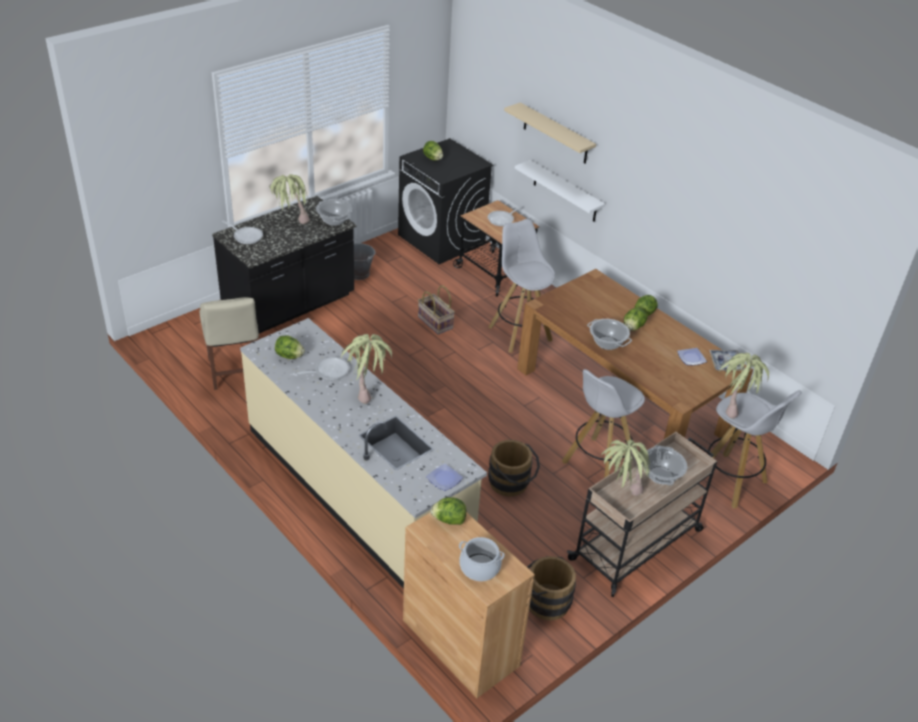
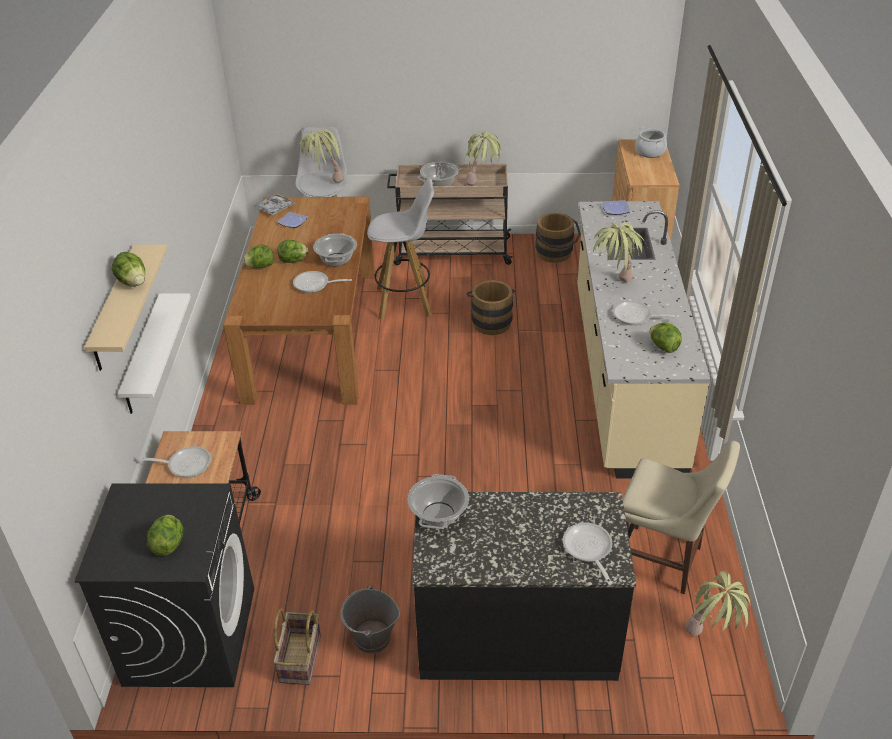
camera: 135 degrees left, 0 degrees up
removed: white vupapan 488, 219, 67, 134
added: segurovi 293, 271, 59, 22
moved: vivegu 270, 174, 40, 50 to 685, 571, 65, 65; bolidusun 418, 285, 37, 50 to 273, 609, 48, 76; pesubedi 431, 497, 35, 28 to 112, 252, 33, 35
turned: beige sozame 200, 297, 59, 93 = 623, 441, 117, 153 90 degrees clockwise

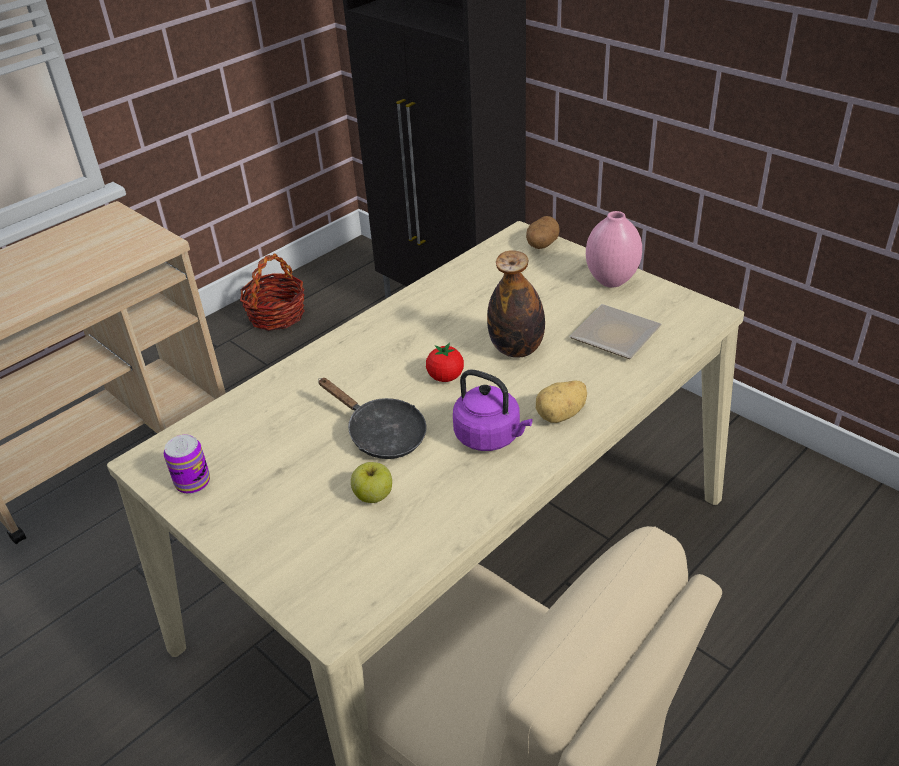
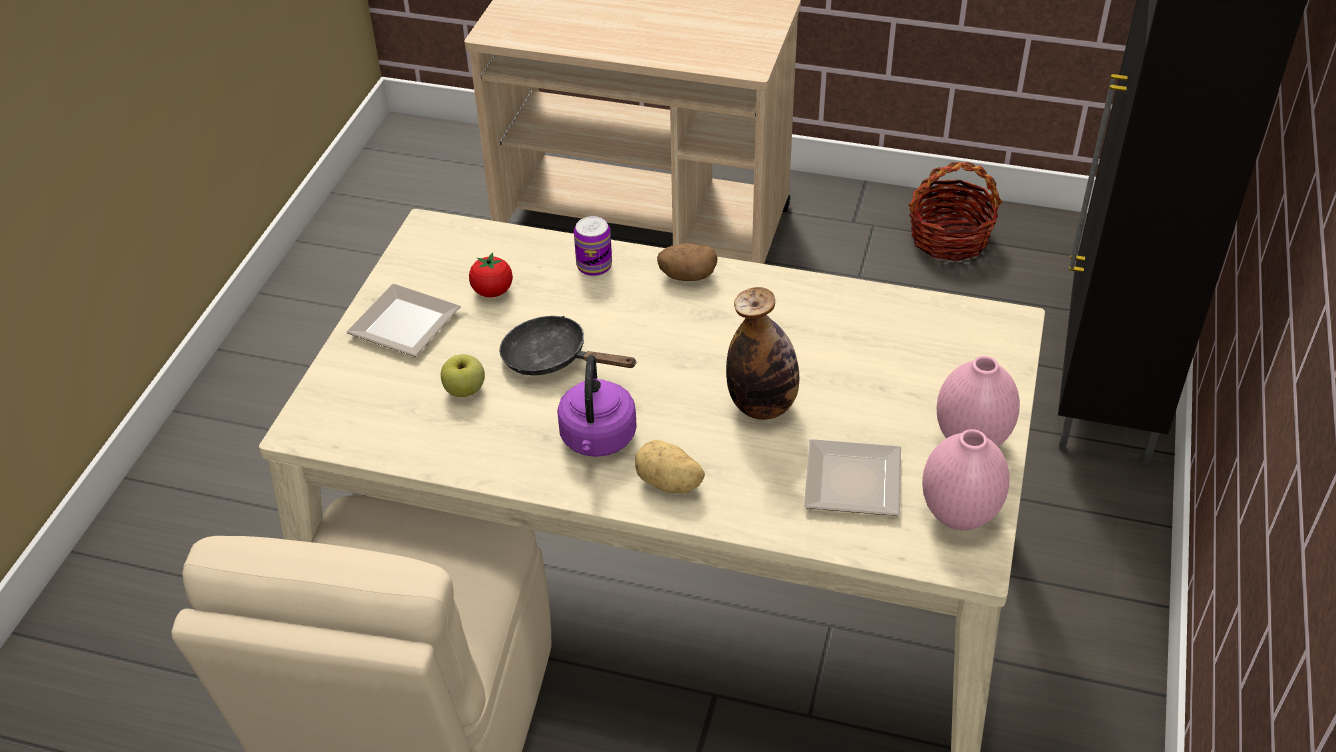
camera: 60 degrees right, 5 degrees up
added: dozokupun 346, 284, 115, 73; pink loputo 922, 429, 88, 101
moved: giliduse 164, 435, 46, 59 to 574, 216, 38, 60; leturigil 426, 343, 38, 39 to 469, 252, 44, 46; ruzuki 526, 216, 33, 33 to 657, 243, 60, 38
turned: black segurovi 318, 378, 109, 81 = 499, 316, 138, 59 105 degrees clockwise

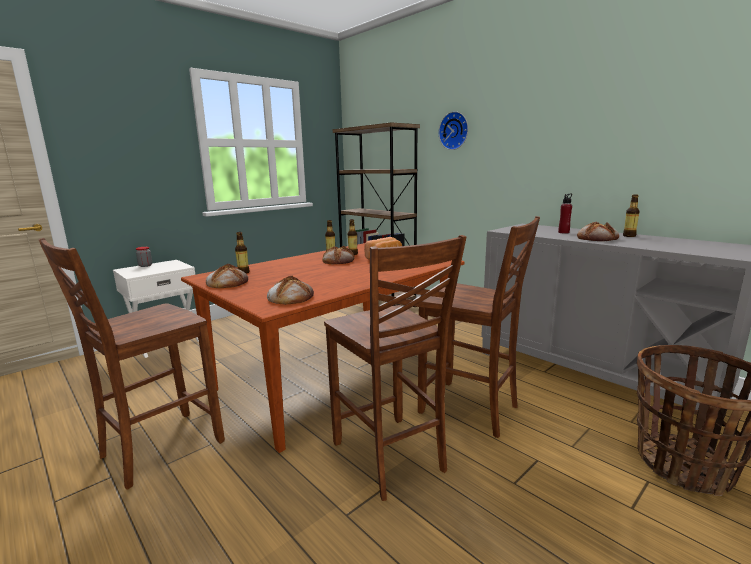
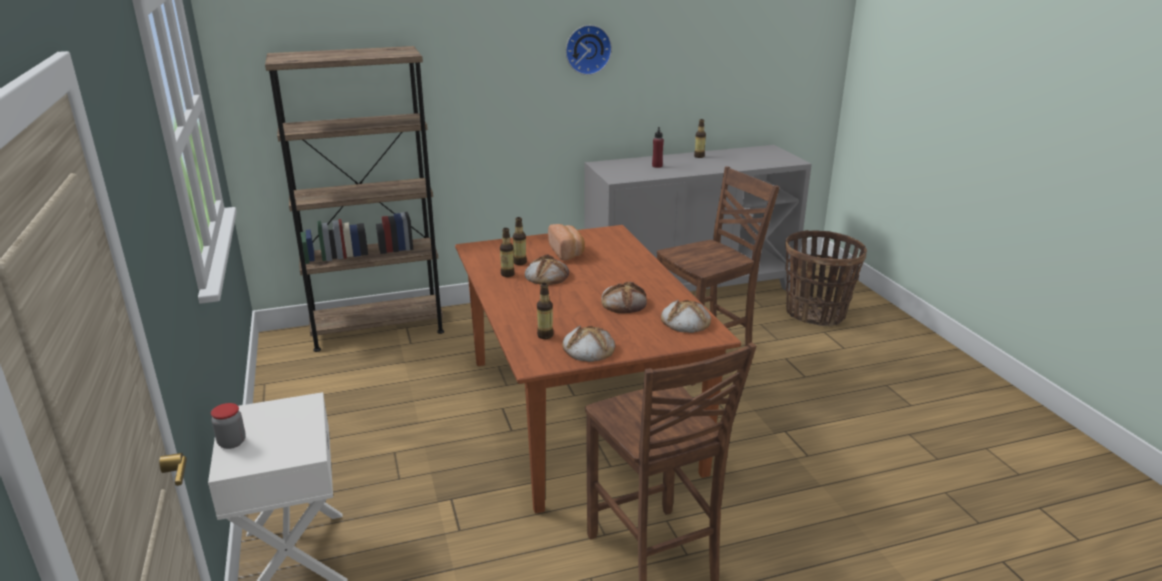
camera: 65 degrees left, 10 degrees up
removed: brown sozame 324, 235, 142, 266
moved: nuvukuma 439, 111, 29, 39 to 566, 25, 46, 50; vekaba 577, 222, 42, 19 to 601, 282, 46, 31

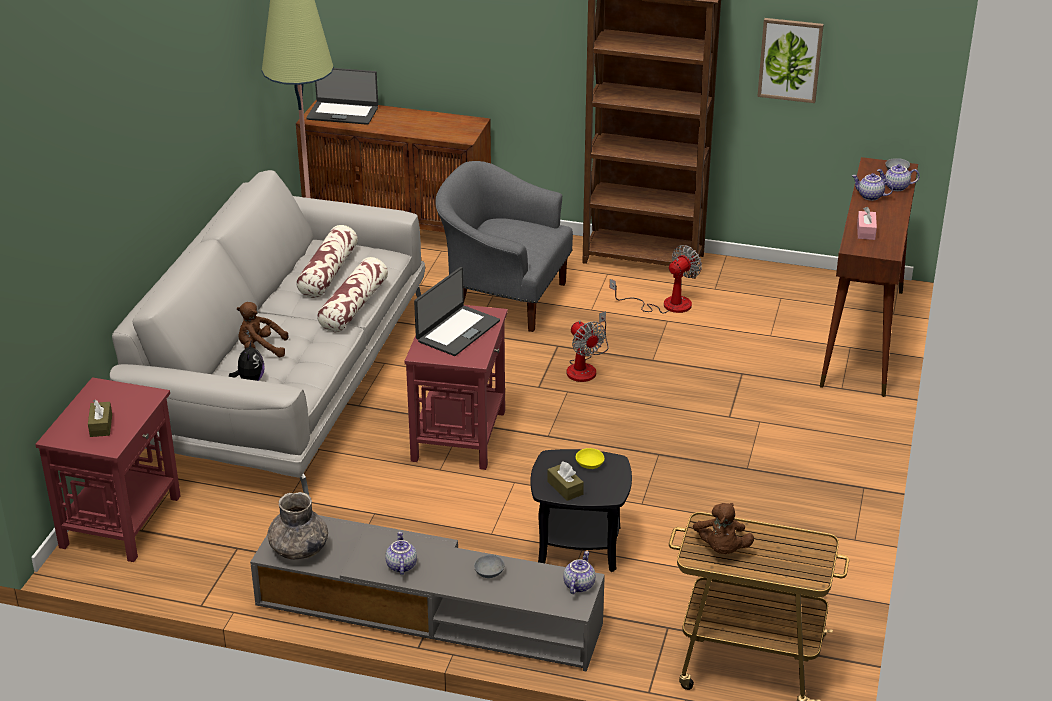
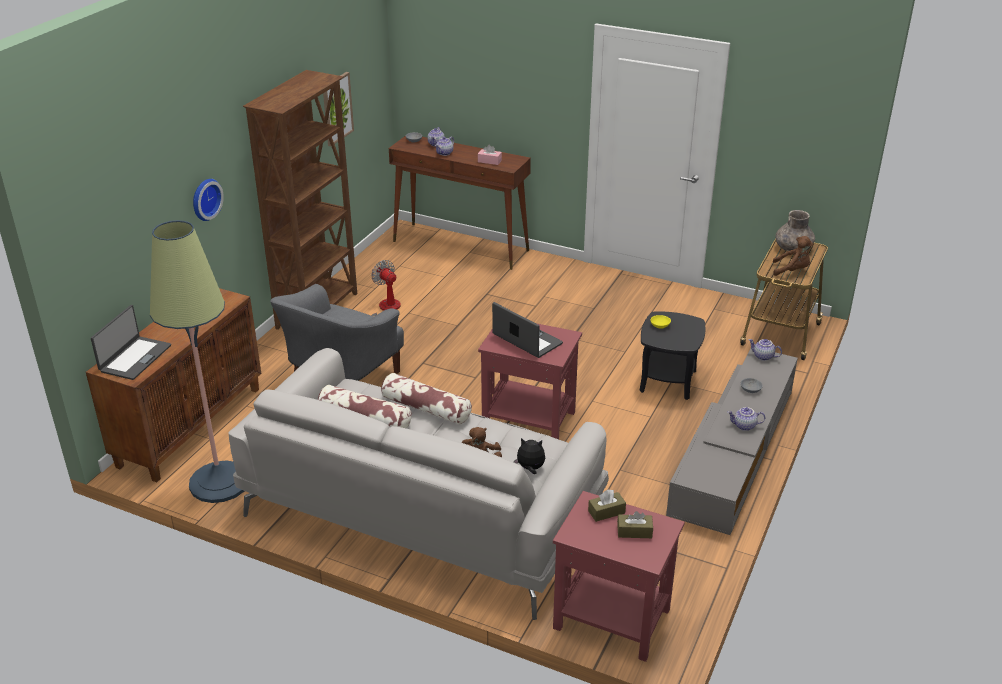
camera: 80 degrees left, 0 degrees up
removed: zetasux 567, 311, 42, 71
added: nuvukuma 193, 179, 31, 42
moved: grey loputo 267, 492, 61, 68 to 776, 210, 39, 41; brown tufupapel 547, 461, 37, 40 to 588, 489, 38, 33

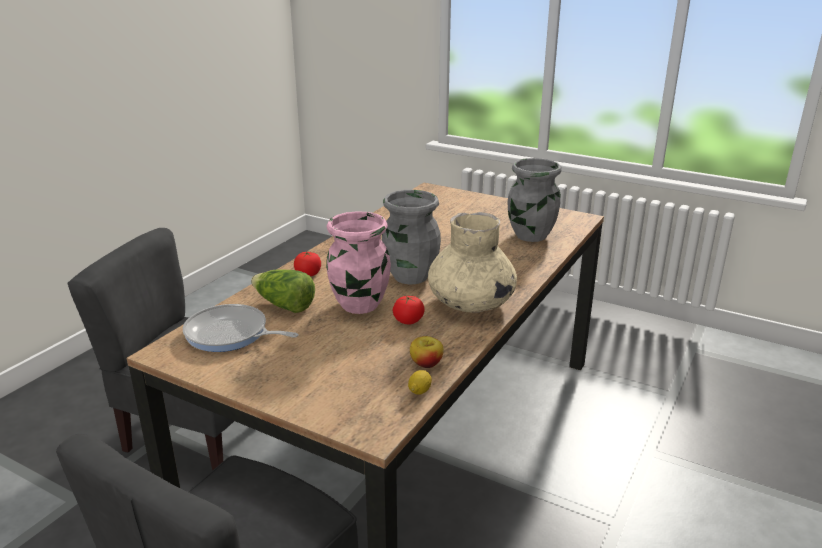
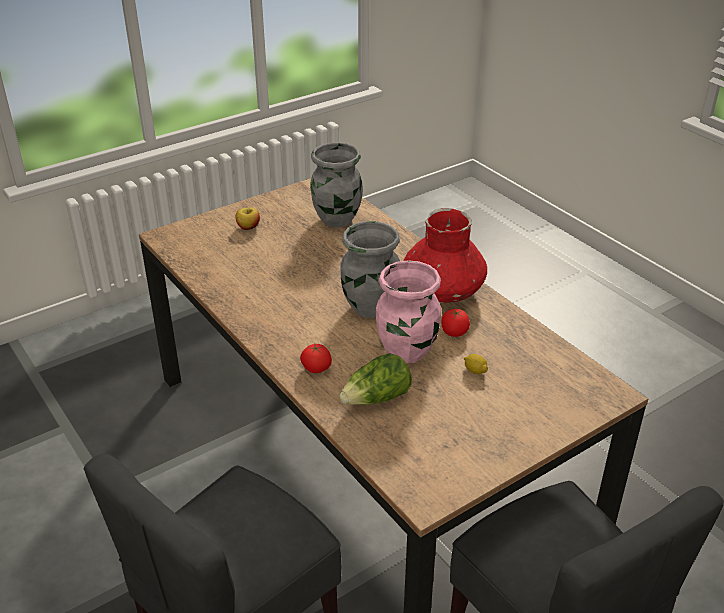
camera: 65 degrees left, 10 degrees up
removed: segurovi 183, 304, 116, 48
moved: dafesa 408, 370, 24, 25 to 464, 354, 24, 20; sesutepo 410, 336, 34, 32 to 236, 207, 24, 23
recoloured: beige loputo 428, 212, 89, 101 to red loputo 404, 208, 83, 95

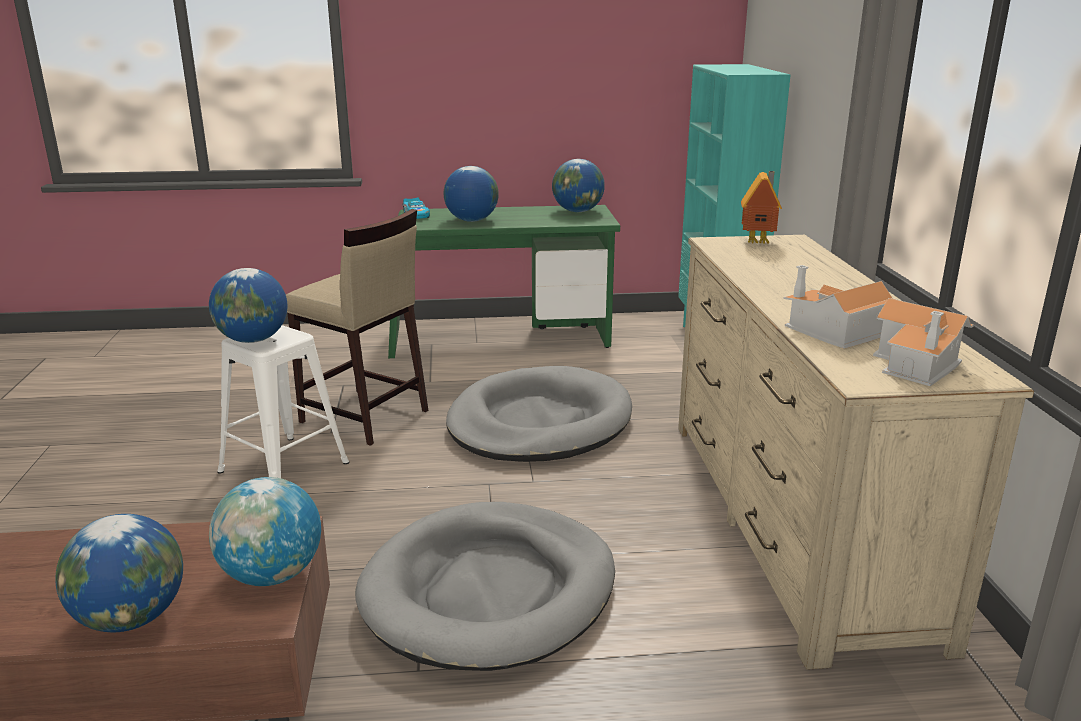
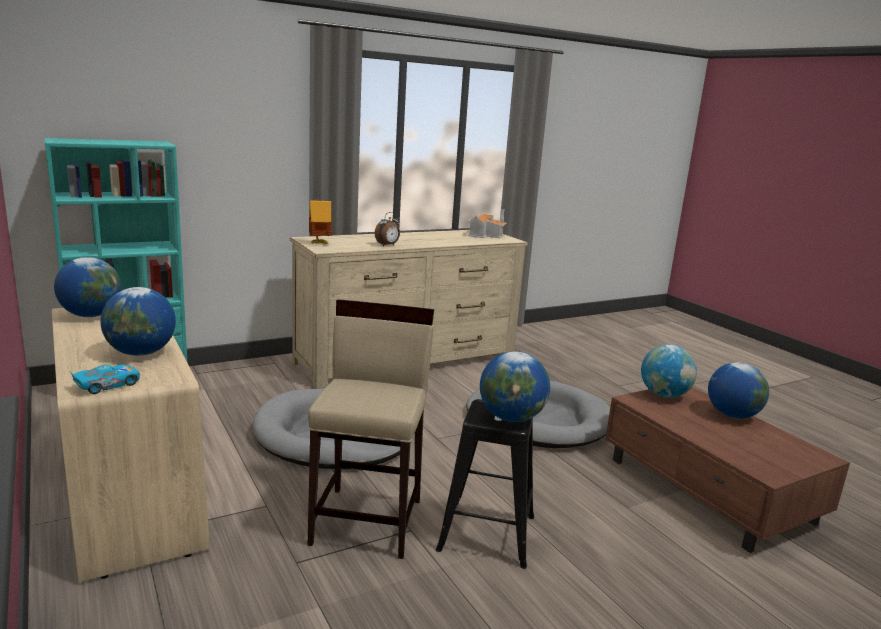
camera: 115 degrees left, 5 degrees down
removed: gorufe 783, 265, 113, 84
added: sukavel 375, 212, 25, 34
recoloured: white vupapan 217, 325, 133, 153 to black vupapan 436, 399, 98, 170; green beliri 388, 205, 232, 153 to beige beliri 52, 308, 158, 275

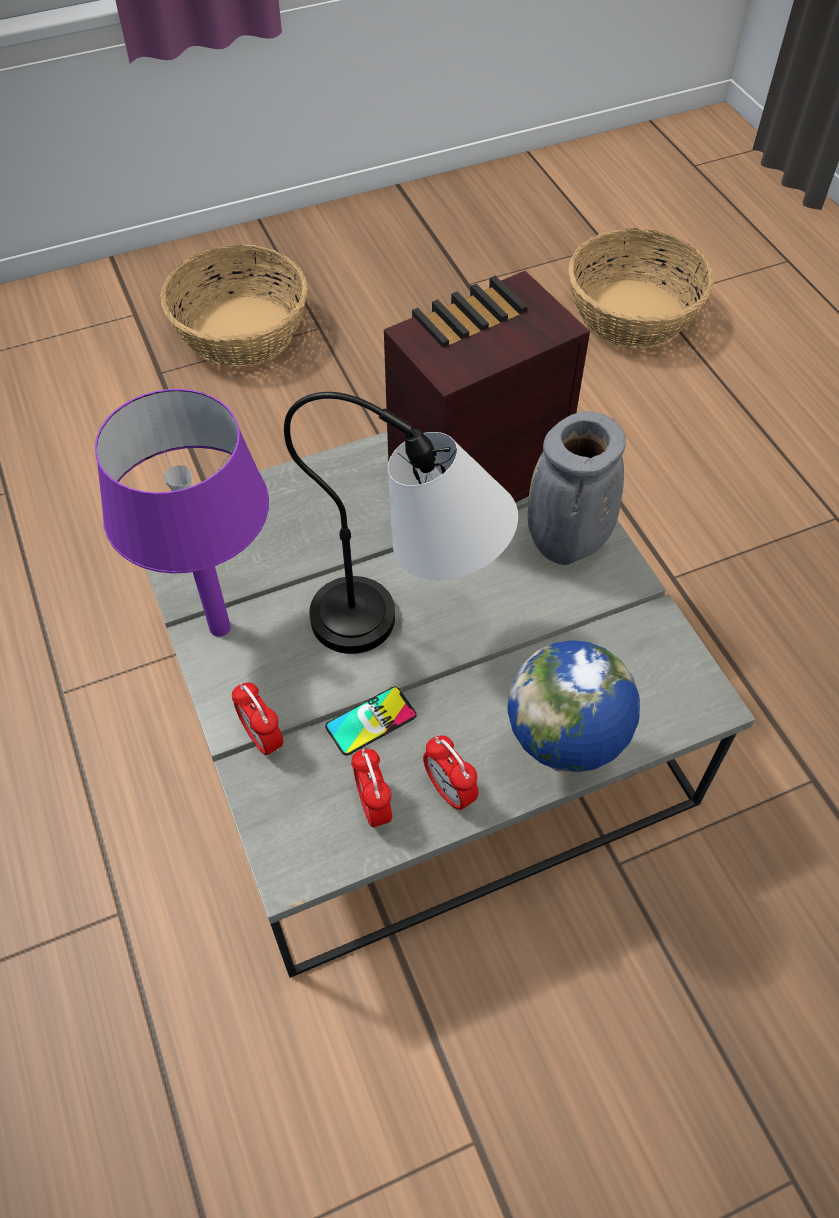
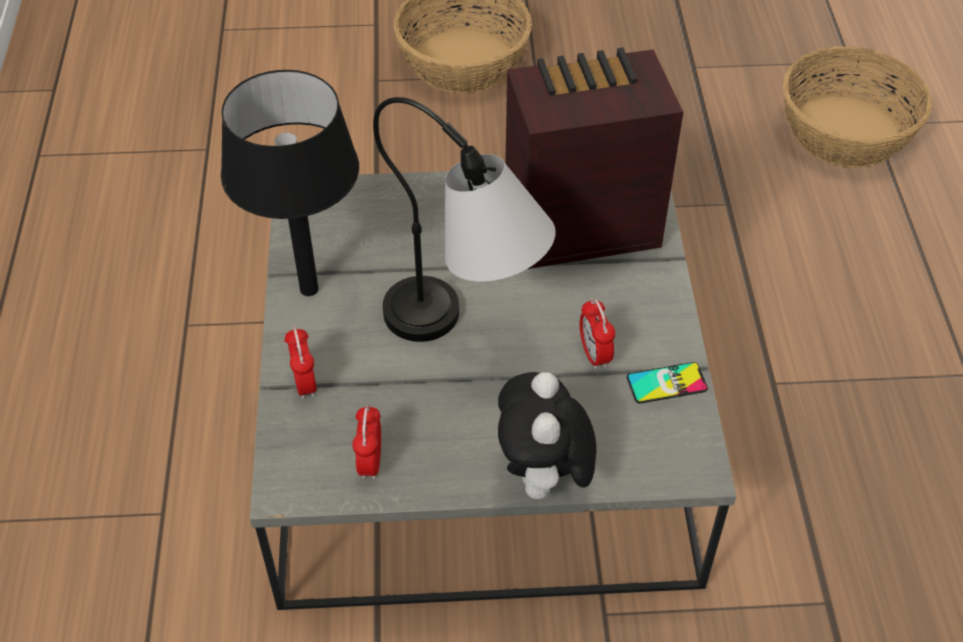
camera: 20 degrees right, 5 degrees down
removed: grey loputo 528, 411, 98, 154
moved: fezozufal 325, 687, 92, 69 to 627, 362, 81, 42; sukavel 423, 736, 55, 75 to 580, 298, 35, 72
replaced: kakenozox 508, 640, 132, 133 to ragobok 498, 372, 99, 136
recoloured: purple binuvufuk 95, 389, 174, 248 to black binuvufuk 221, 70, 138, 226

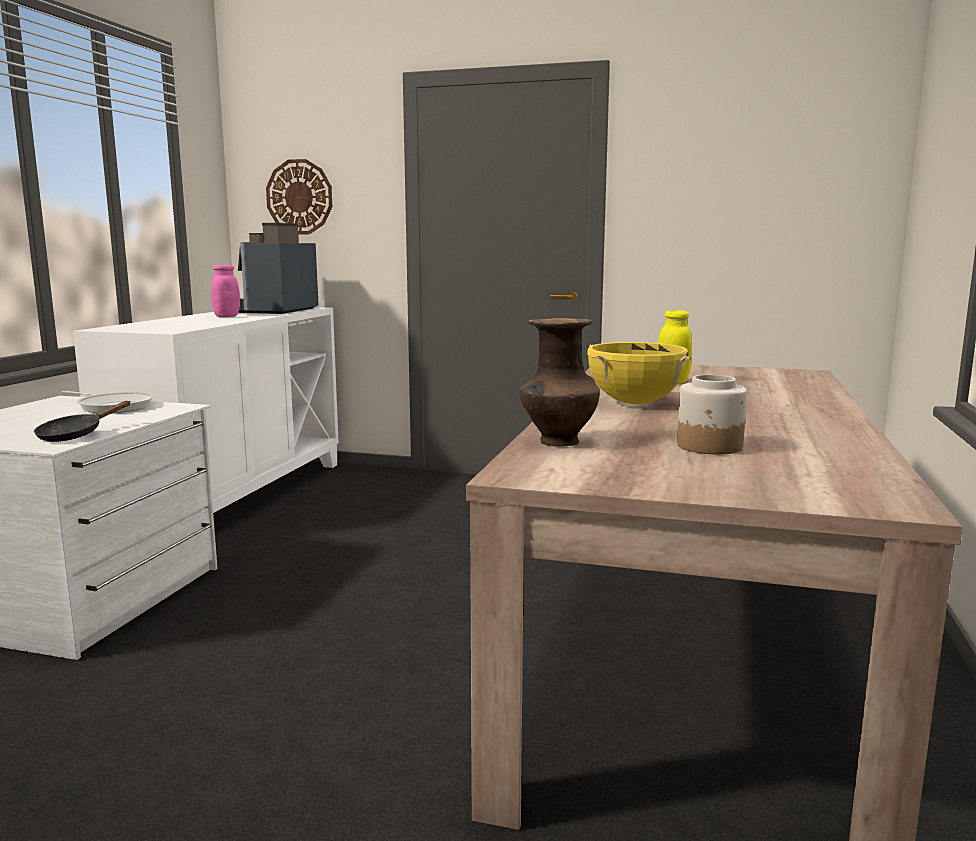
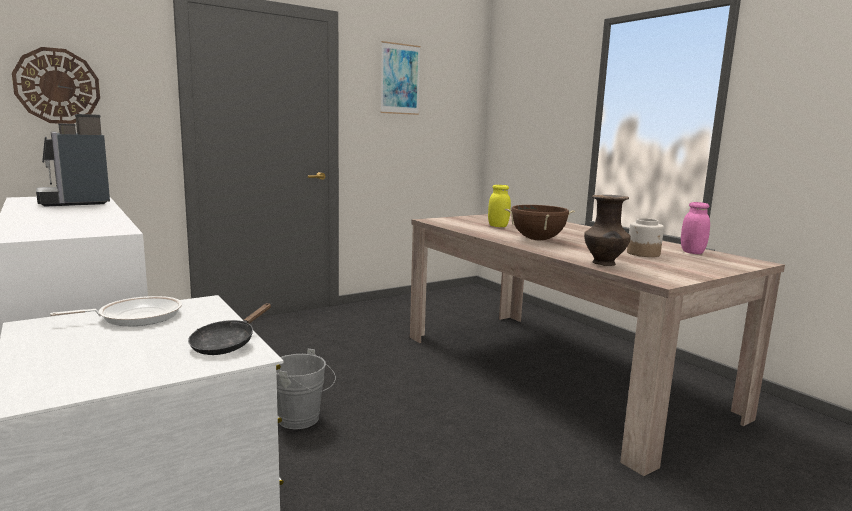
camera: 50 degrees left, 0 degrees up
added: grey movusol 276, 349, 60, 80; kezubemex 380, 41, 41, 74
moved: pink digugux 211, 265, 29, 52 to 681, 202, 29, 52
recoloured: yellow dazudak 587, 342, 104, 62 to brown dazudak 505, 205, 70, 36
turned: black segurovi 34, 401, 97, 41 = 188, 303, 83, 52 45 degrees clockwise

